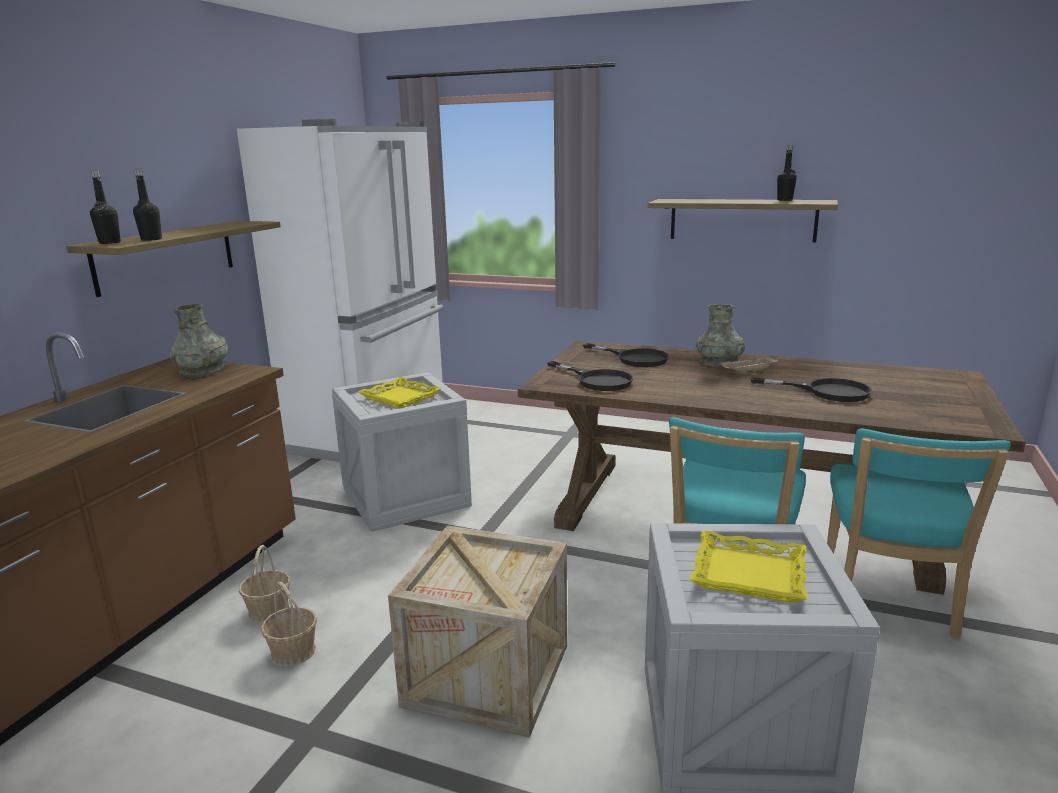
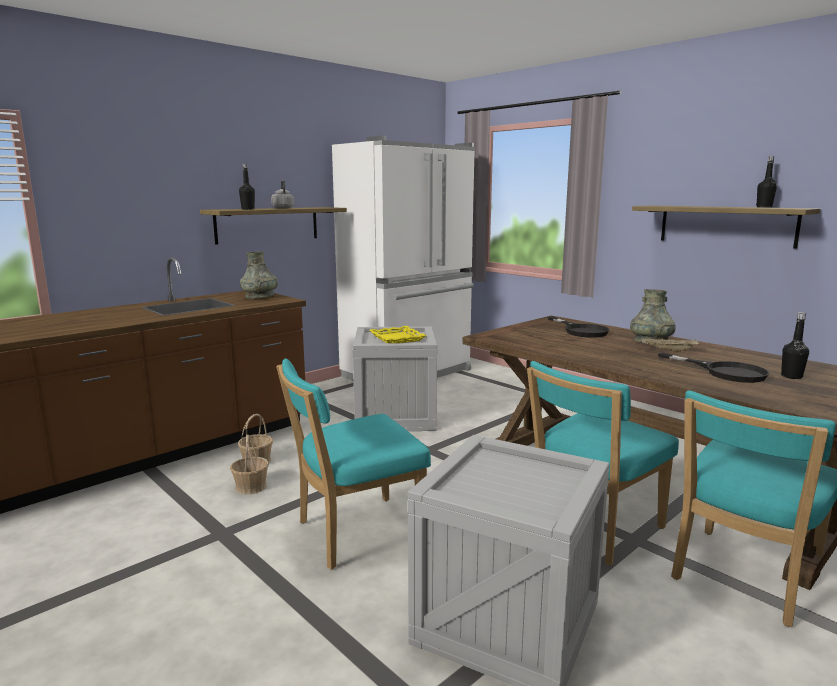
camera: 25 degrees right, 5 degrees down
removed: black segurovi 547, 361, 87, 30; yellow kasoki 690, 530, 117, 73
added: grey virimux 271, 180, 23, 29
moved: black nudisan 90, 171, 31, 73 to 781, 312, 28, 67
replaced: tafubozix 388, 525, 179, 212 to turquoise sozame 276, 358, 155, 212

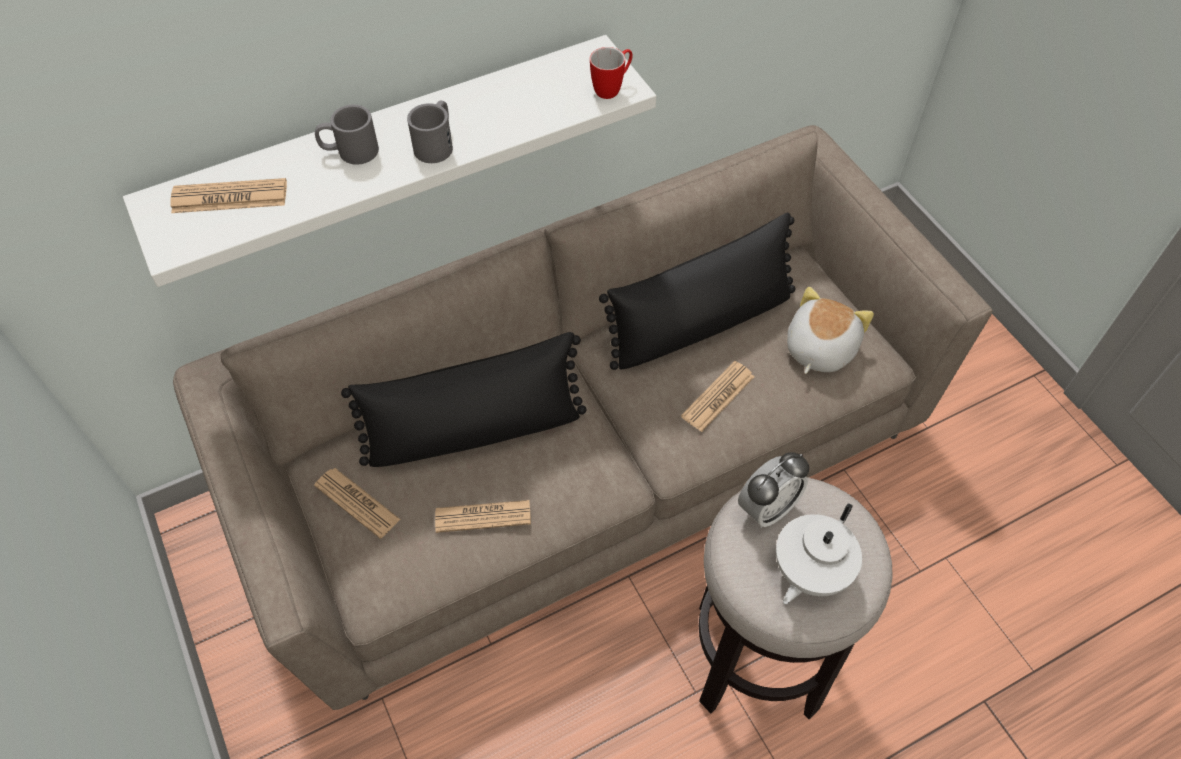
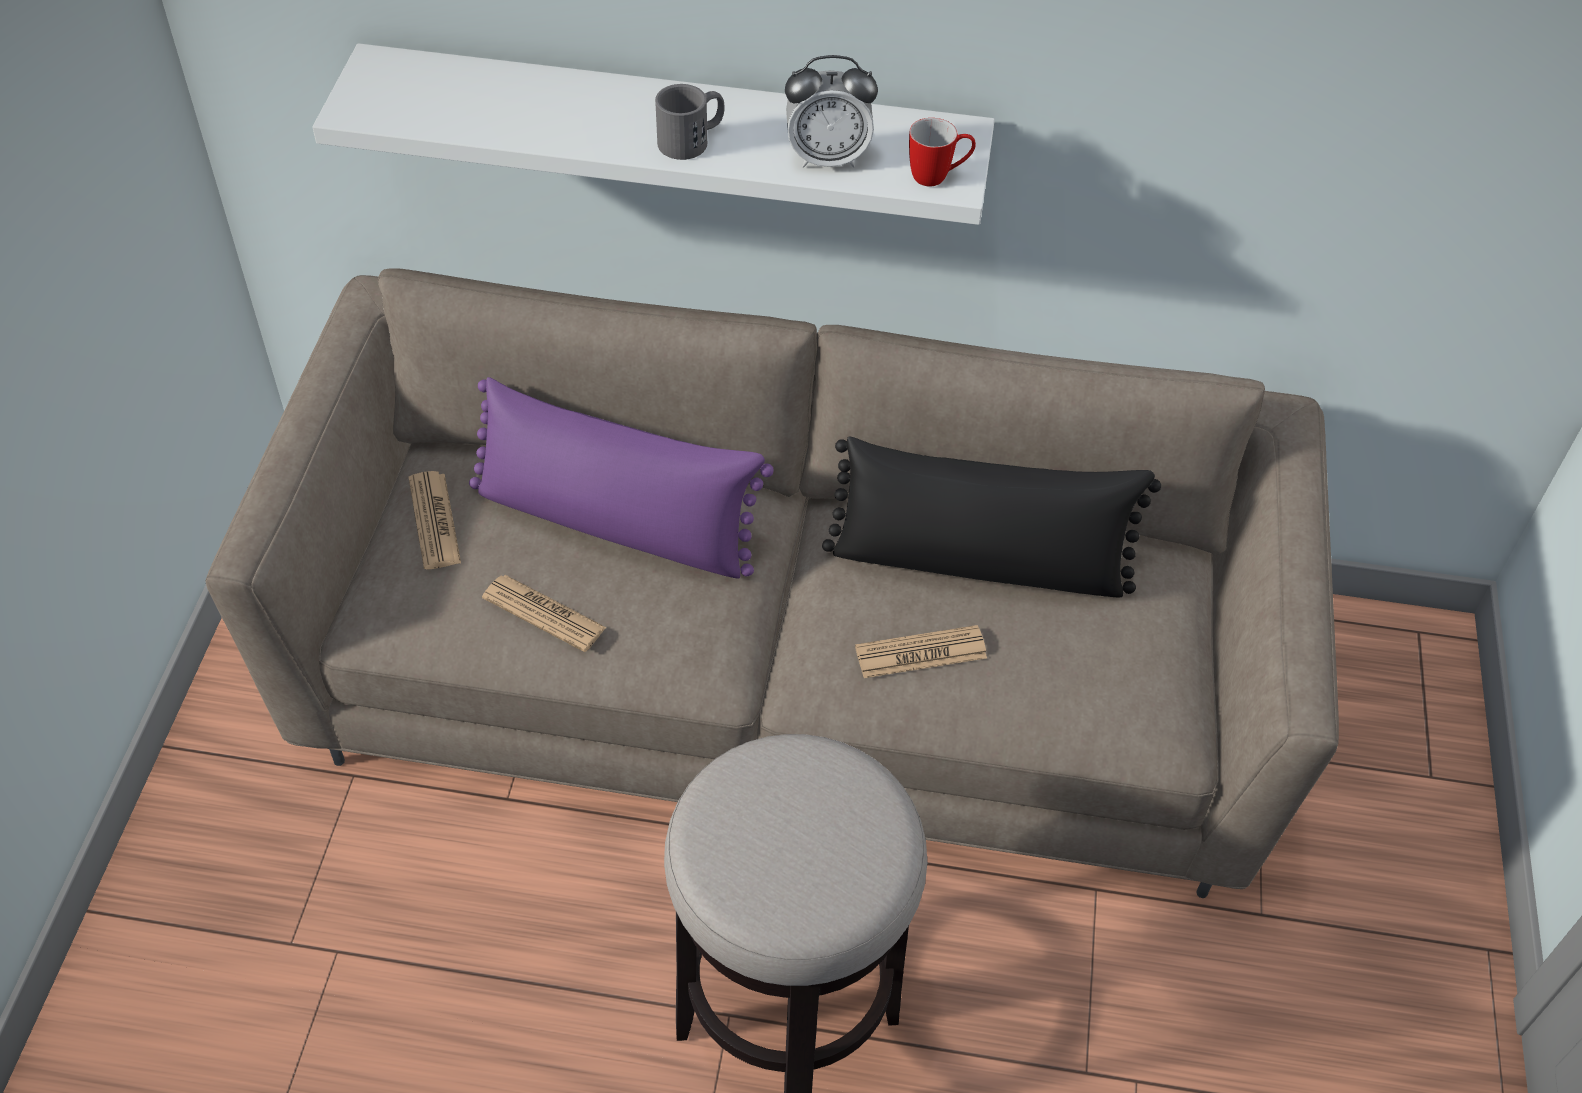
camera: 35 degrees right, 5 degrees down
removed: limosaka 170, 178, 117, 35; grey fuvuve 315, 104, 64, 61; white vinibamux 776, 503, 86, 101; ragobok 787, 287, 87, 87
moved: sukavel 738, 452, 71, 76 to 785, 55, 93, 113
recoloured: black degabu 341, 332, 246, 135 to purple degabu 469, 377, 305, 202

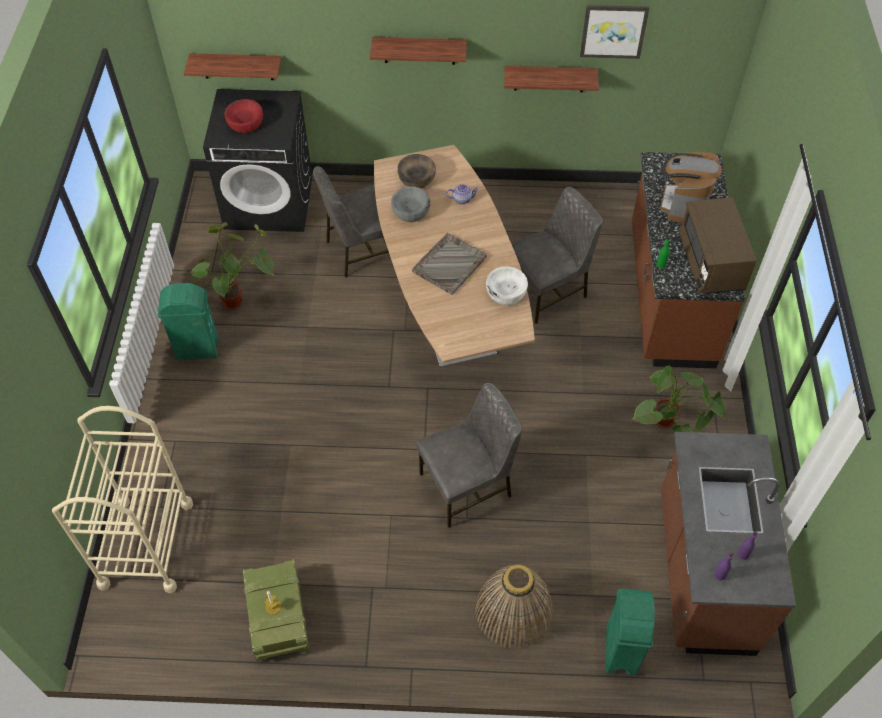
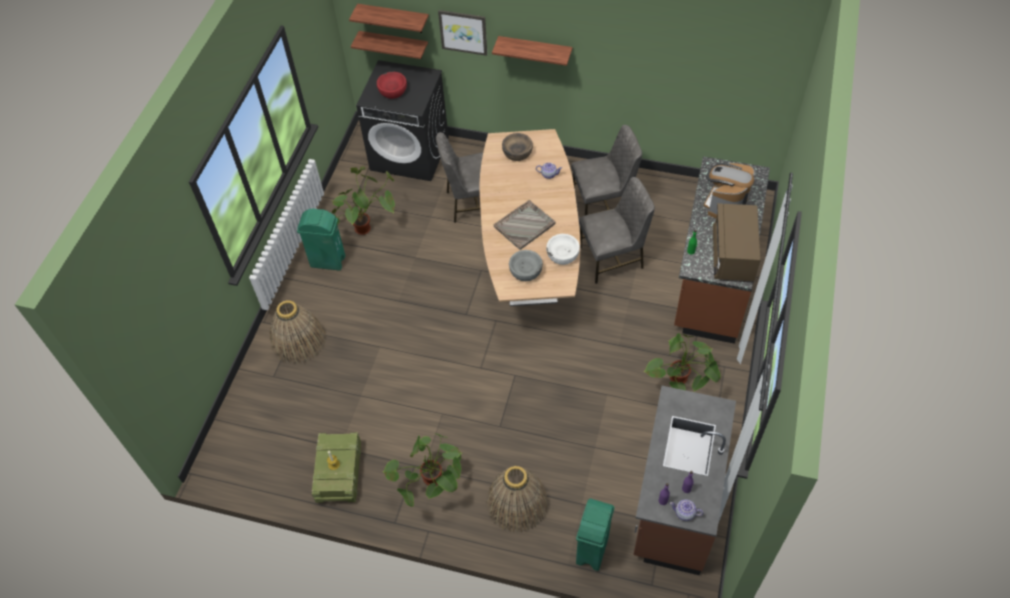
camera: 15 degrees right, 0 degrees up
removed: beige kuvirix 52, 406, 141, 187
added: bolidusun 270, 300, 56, 64; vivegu 382, 434, 80, 73; vinibamux 670, 499, 34, 22
moved: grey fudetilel 391, 186, 39, 36 to 509, 250, 34, 31; grey sozame 416, 383, 107, 145 to 571, 125, 71, 91; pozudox 504, 66, 95, 26 to 349, 4, 80, 29; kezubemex 580, 5, 69, 54 to 438, 10, 49, 46

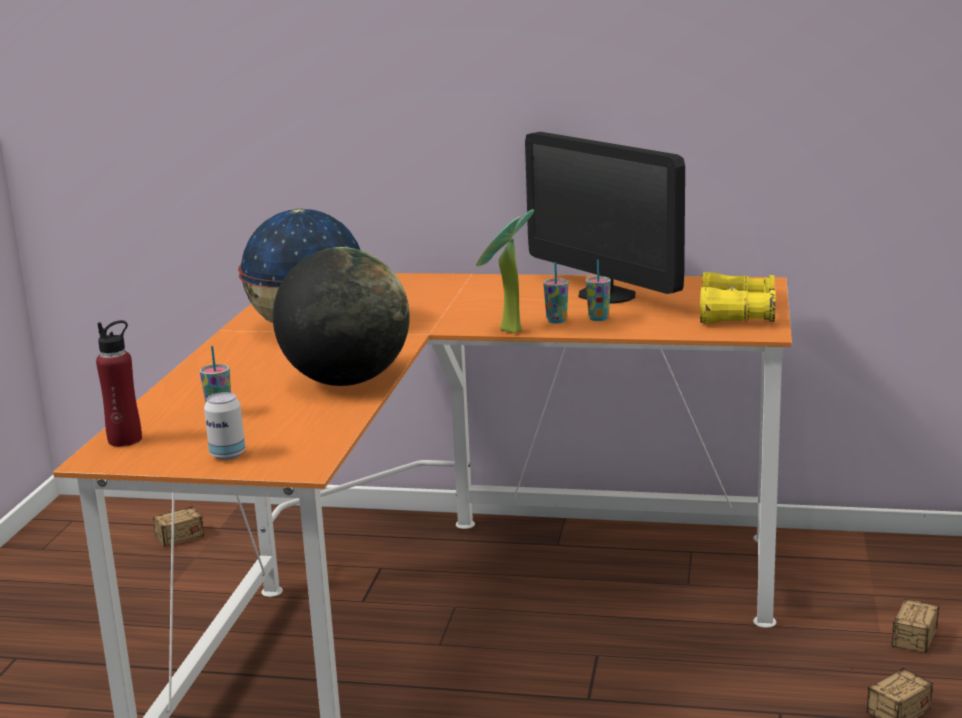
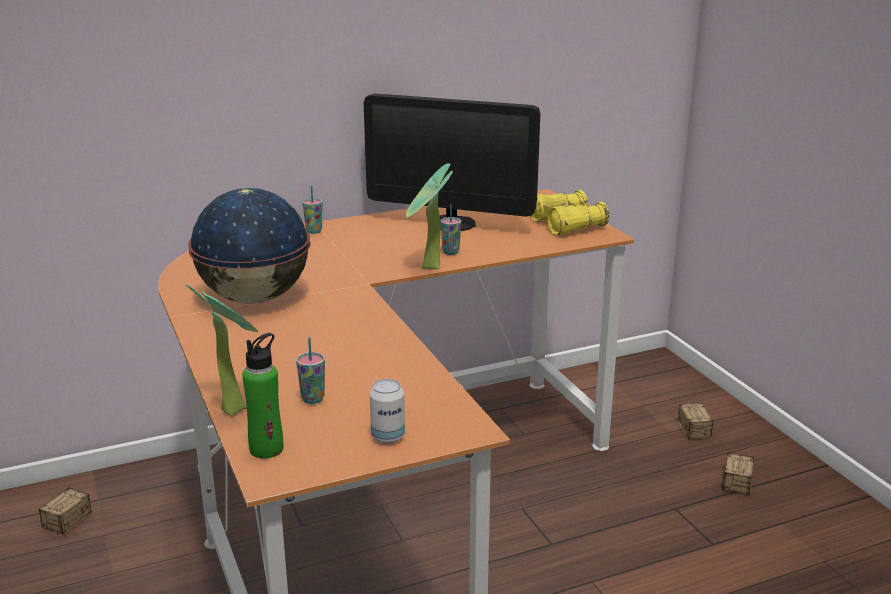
camera: 35 degrees left, 5 degrees up
removed: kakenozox 273, 247, 137, 139
added: vivegu 185, 283, 73, 133
moved: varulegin 586, 260, 25, 61 to 302, 185, 20, 49
recoloured: red nudisan 96, 320, 46, 127 to green nudisan 242, 333, 41, 126

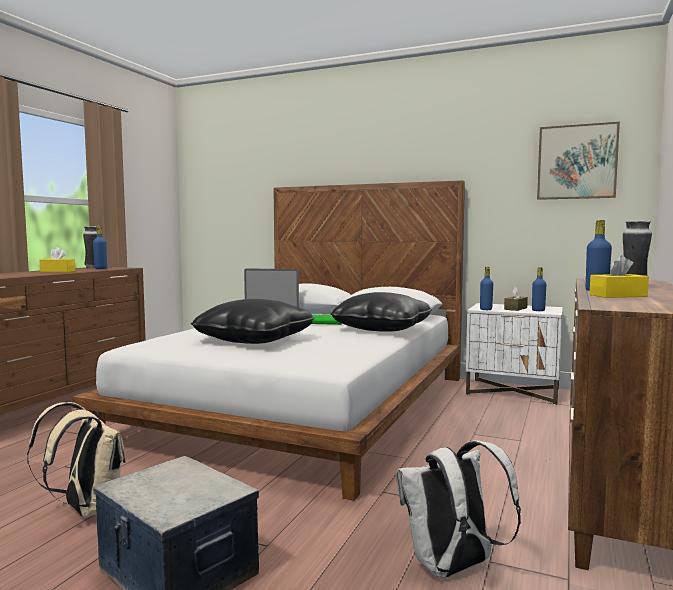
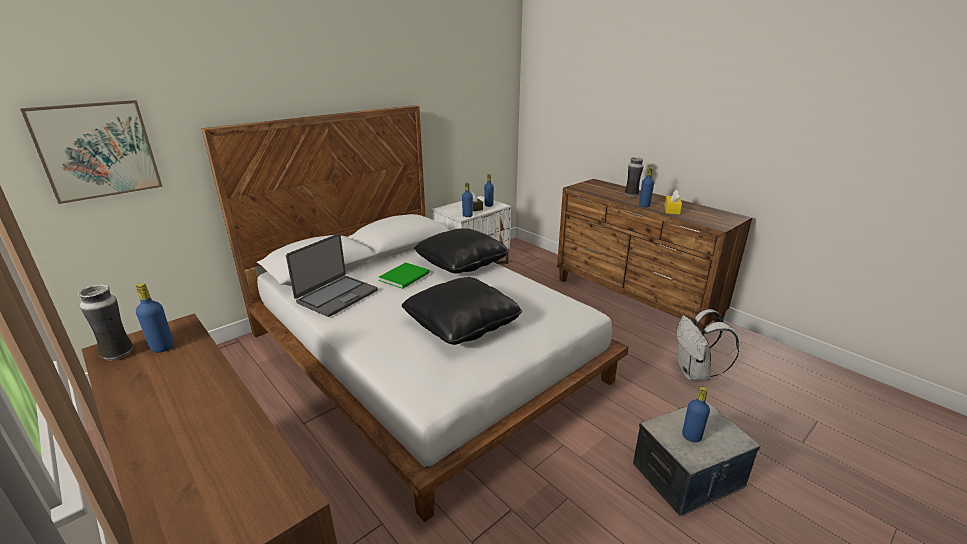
camera: 65 degrees left, 20 degrees up
removed: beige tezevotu 27, 402, 99, 116; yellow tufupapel 40, 247, 35, 25
added: blue nudisan 682, 387, 28, 55
moved: kezubemex 537, 122, 83, 78 to 20, 100, 143, 104

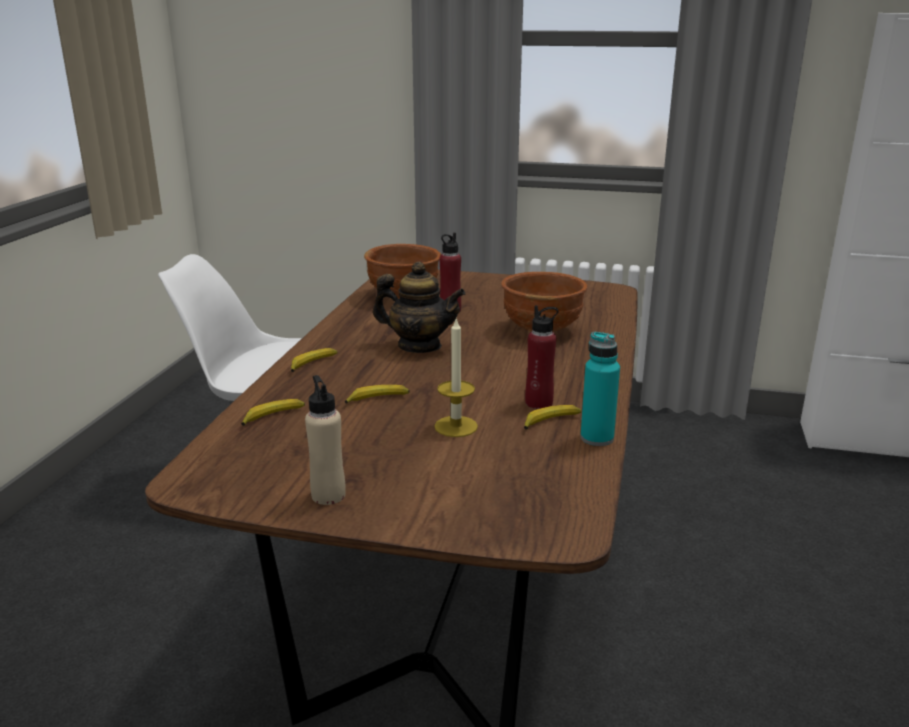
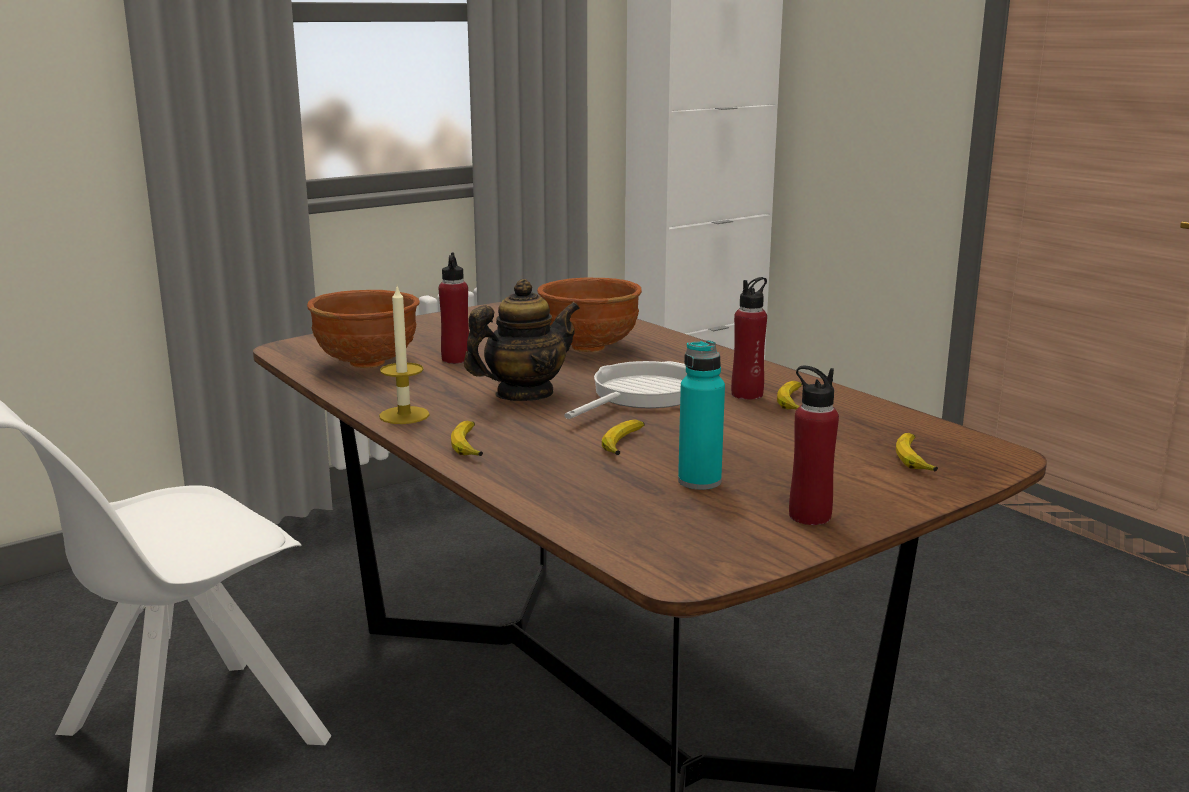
camera: 50 degrees left, 5 degrees down
added: segurovi 564, 361, 123, 58
moved: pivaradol 241, 399, 64, 27 to 896, 433, 42, 38; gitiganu 434, 318, 44, 119 to 379, 287, 51, 137; turquoise nudisan 580, 332, 40, 114 to 678, 340, 47, 150
recoloured: beige nudisan 305, 375, 41, 130 to red nudisan 789, 366, 50, 159

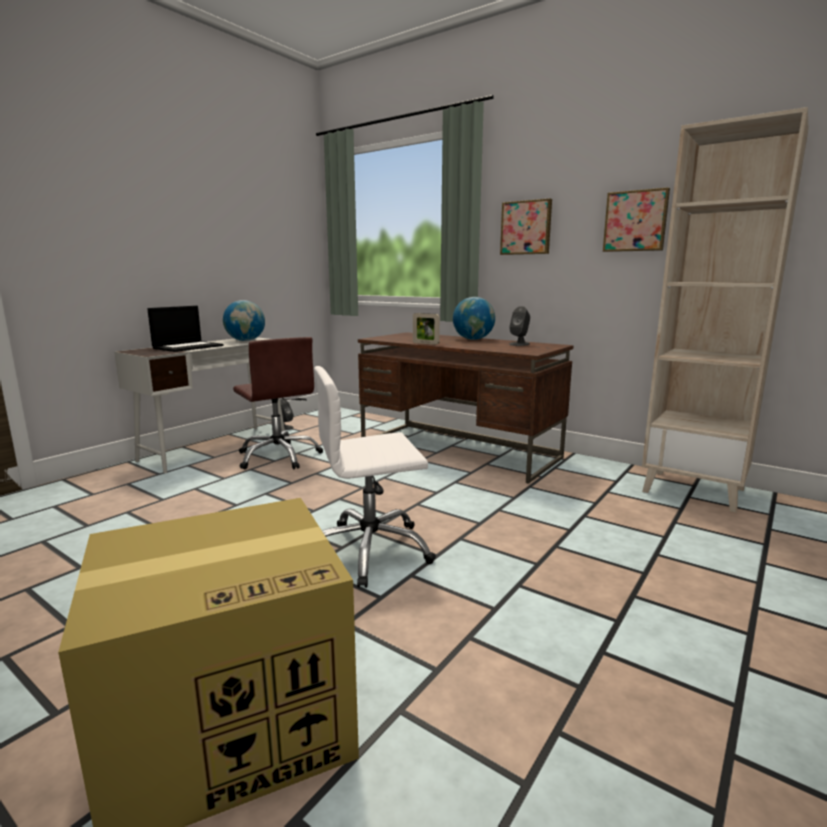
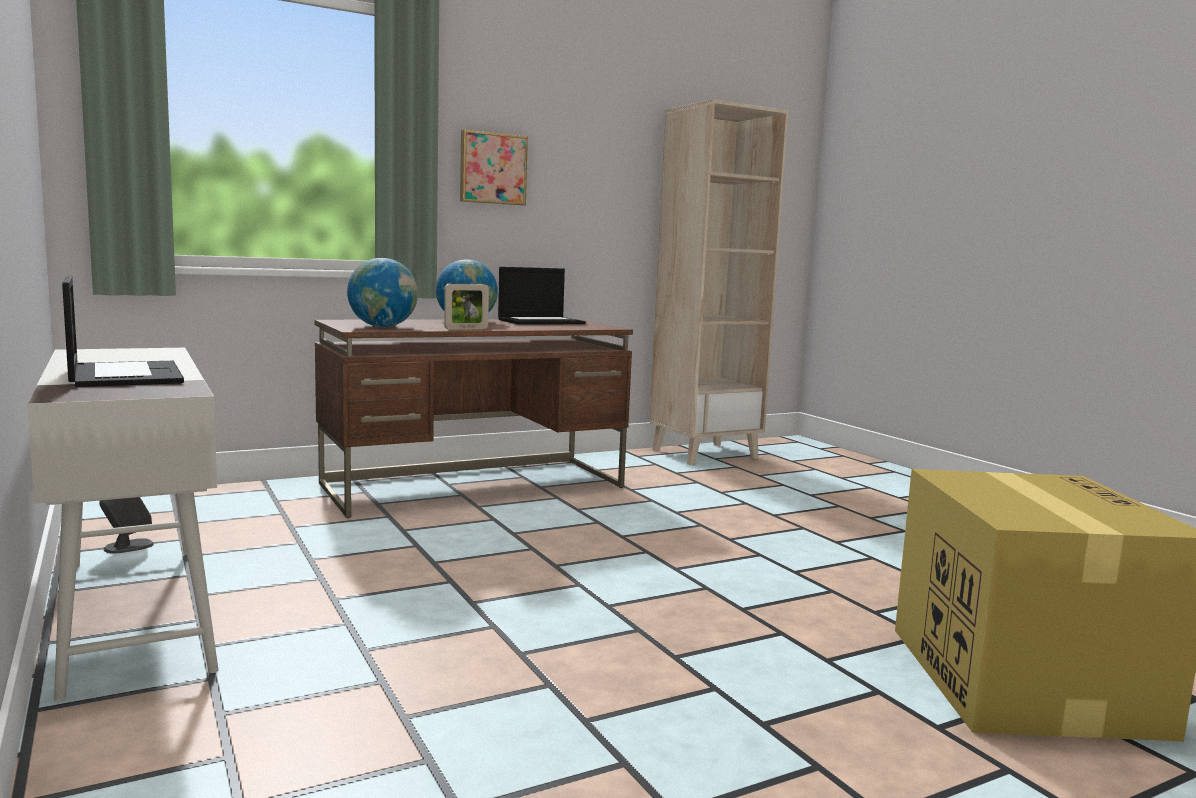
camera: 65 degrees left, 5 degrees down
removed: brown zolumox 233, 337, 90, 133; white zolumox 314, 366, 122, 222; kezubemex 603, 187, 67, 65
moved: kakenozox 223, 300, 42, 41 to 347, 258, 71, 69
replaced: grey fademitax 509, 306, 21, 40 to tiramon 498, 267, 88, 58

